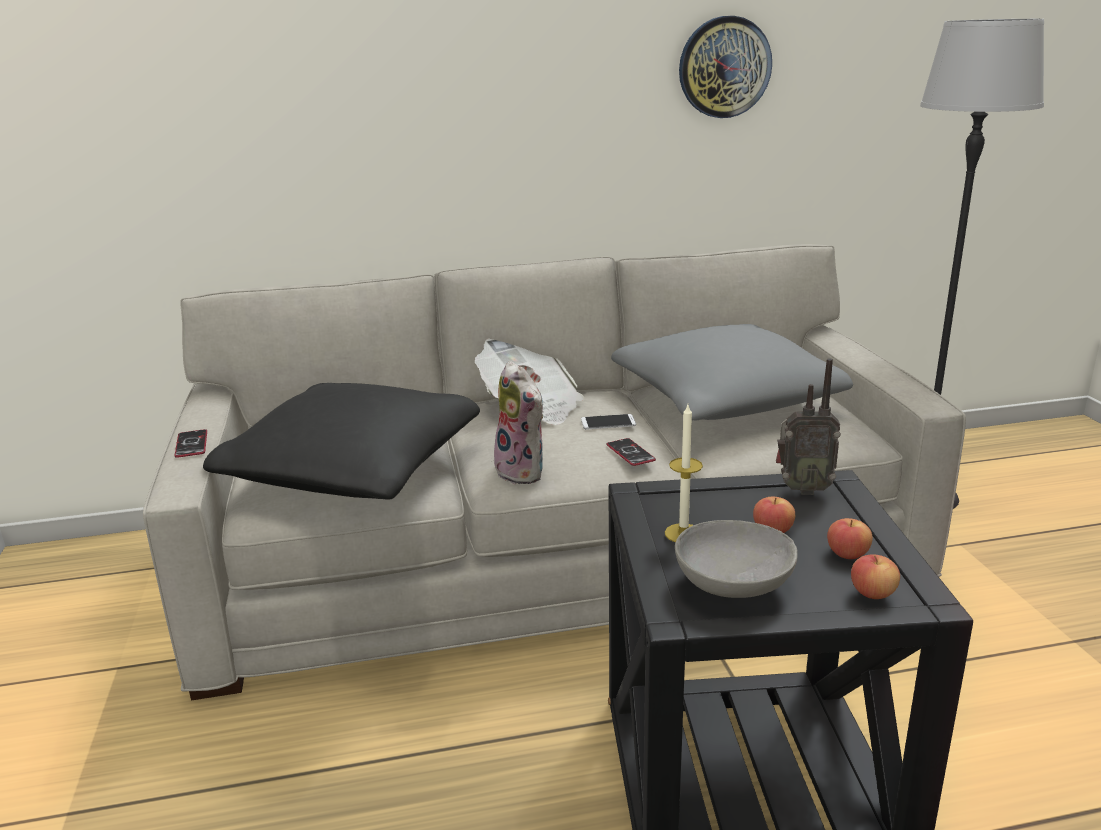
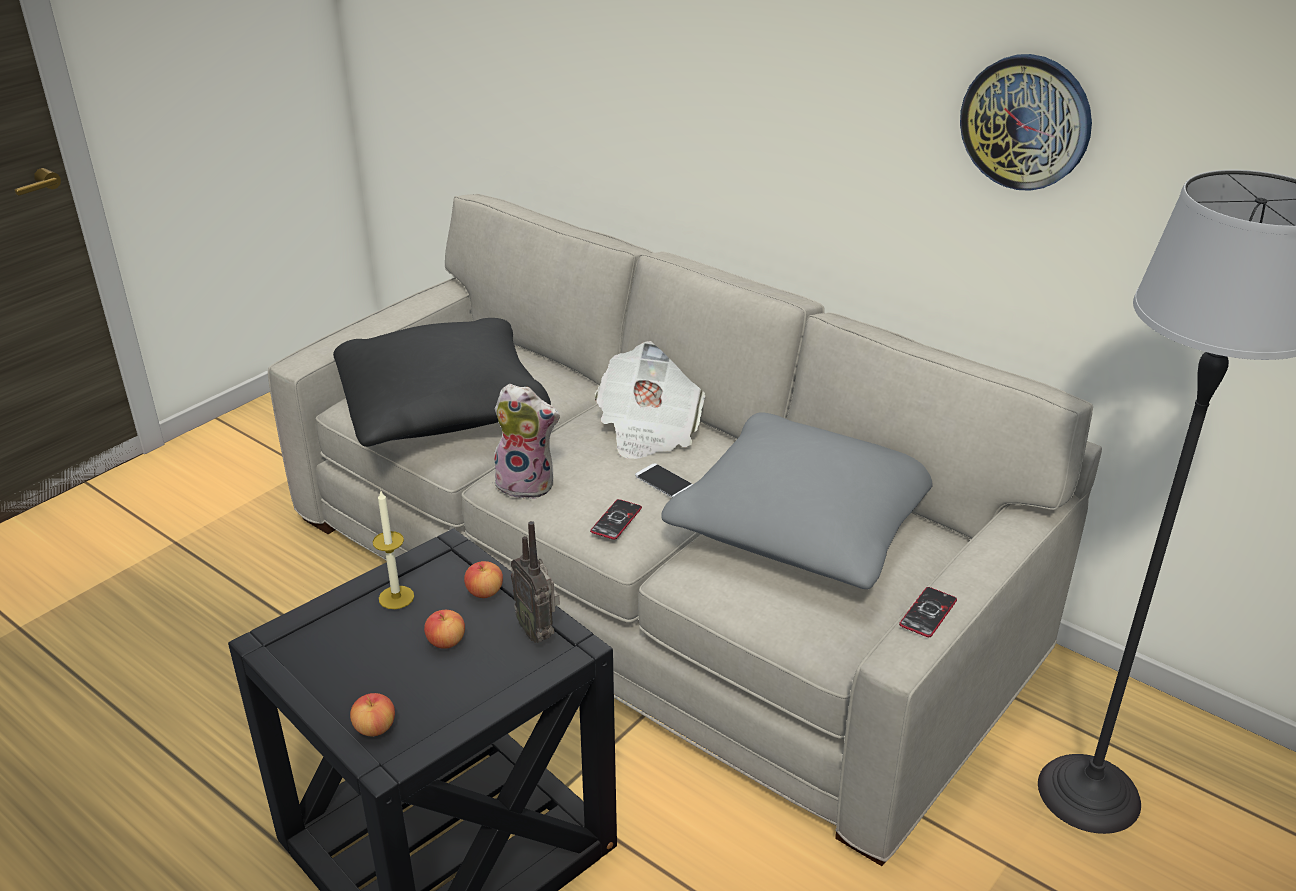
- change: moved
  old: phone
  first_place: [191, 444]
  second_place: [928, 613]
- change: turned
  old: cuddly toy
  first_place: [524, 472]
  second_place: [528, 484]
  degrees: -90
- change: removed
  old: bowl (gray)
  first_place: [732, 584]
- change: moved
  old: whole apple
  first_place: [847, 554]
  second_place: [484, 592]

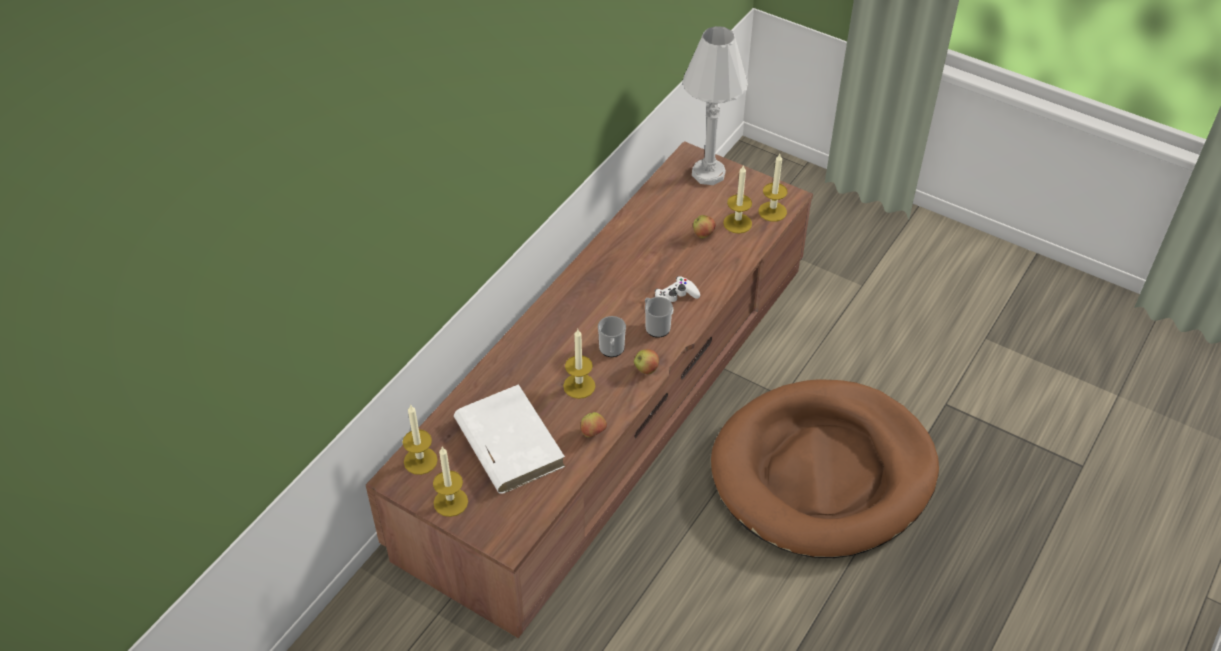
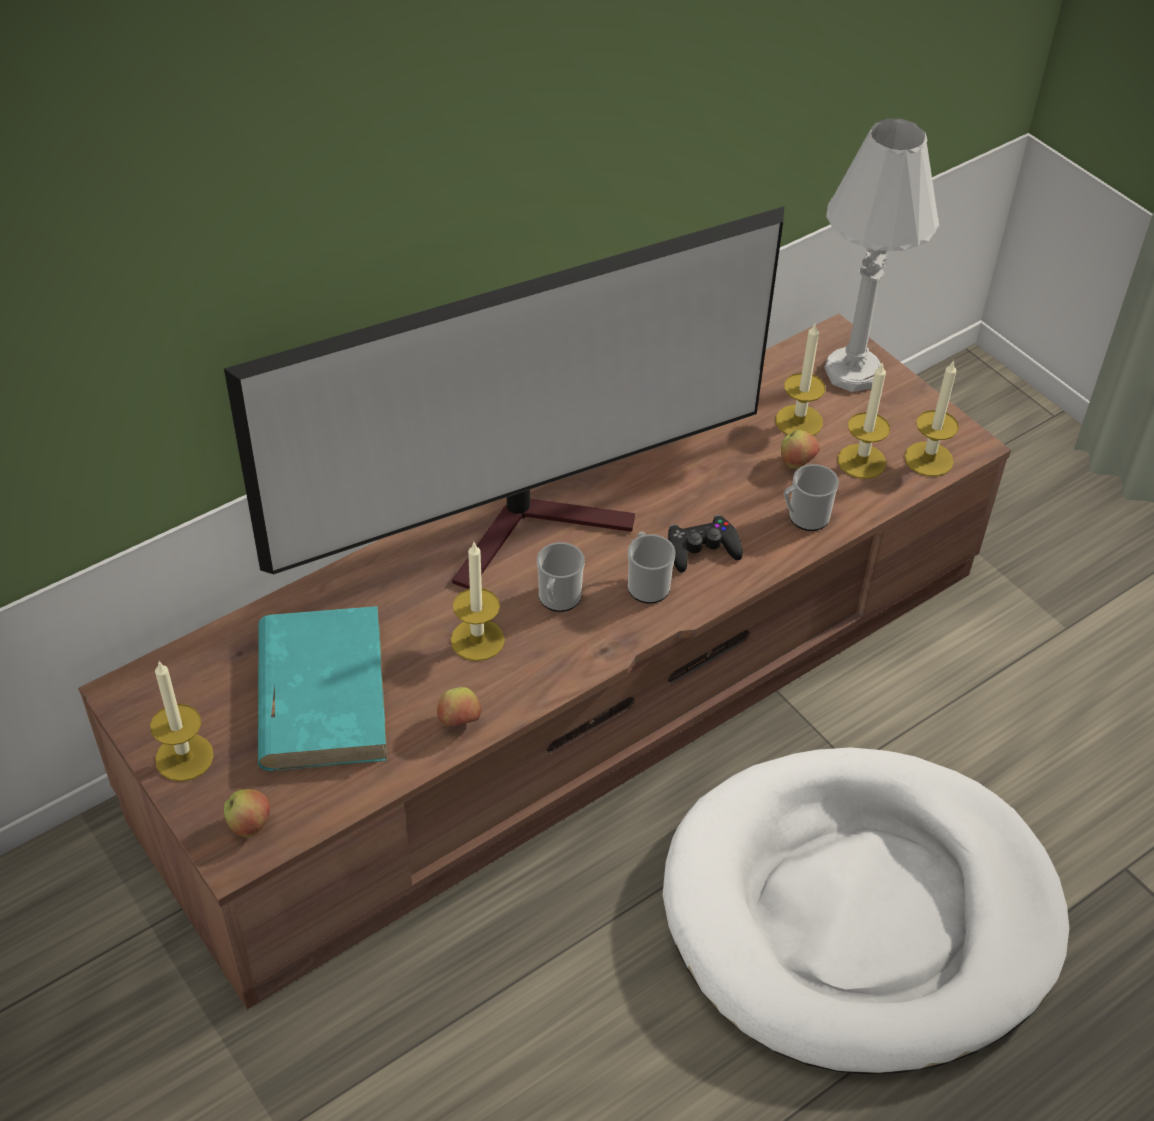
- change: moved
  old: wax light
  first_place: [420, 461]
  second_place: [799, 421]
- change: recoloured
  old: volume (whitish)
  new: volume (blue-green)
  first_place: [508, 442]
  second_place: [322, 693]
- change: moved
  old: whole apple
  first_place: [646, 369]
  second_place: [250, 825]
- change: recoloured
  old: joypad (whitish)
  new: joypad (black)
  first_place: [676, 298]
  second_place: [702, 549]
- change: recoloured
  old: dog bed (brown-coloured)
  new: dog bed (whitish)
  first_place: [823, 473]
  second_place: [860, 914]
- change: added
  new: TV
  second_place: [536, 527]
- change: added
  new: coffee mug
  second_place: [804, 517]

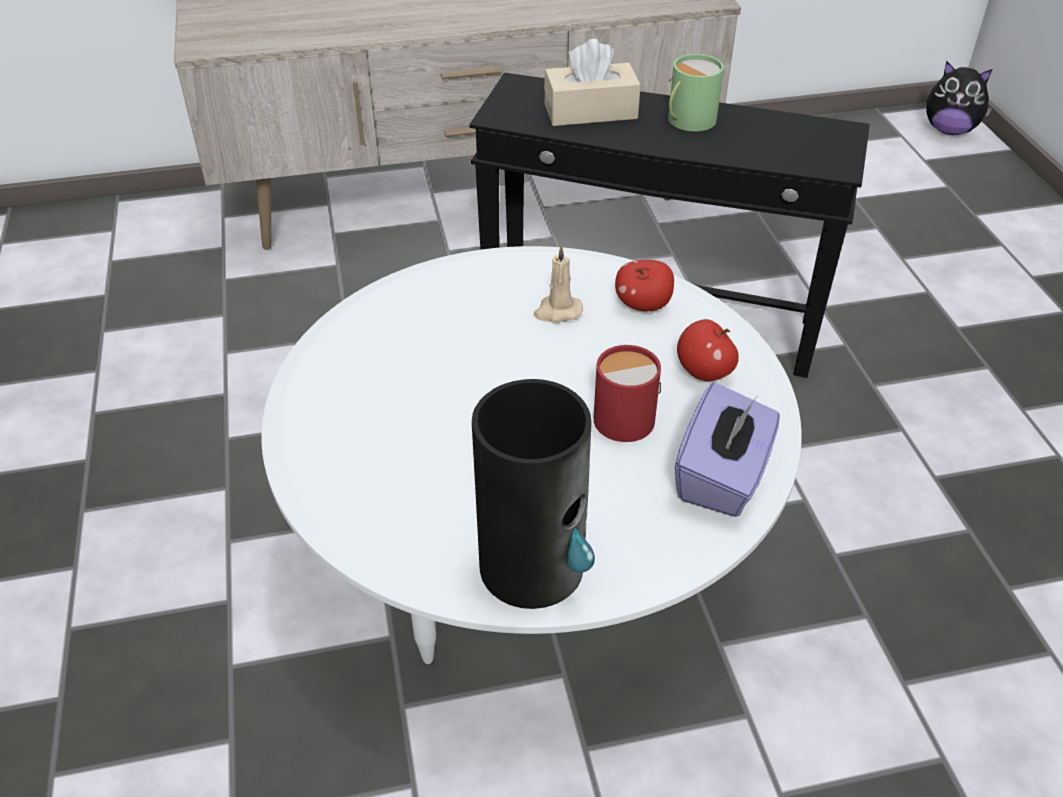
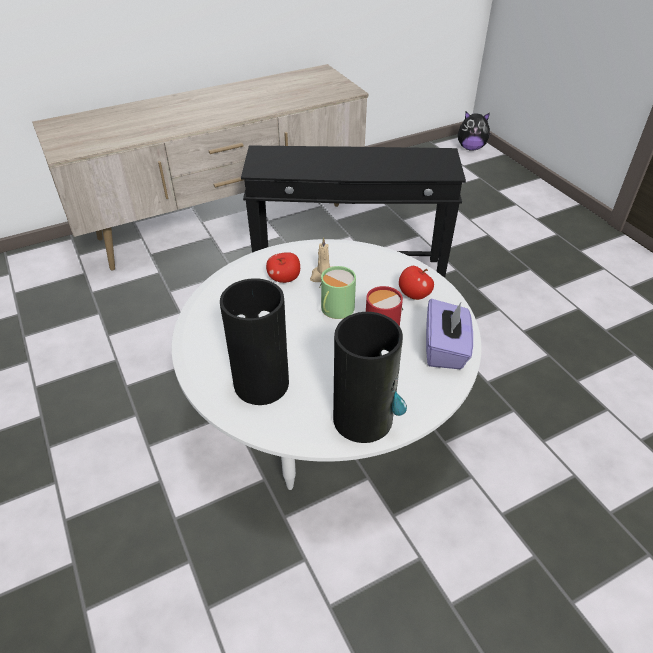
- change: removed
  old: tissue box (sand-coloured)
  first_place: [590, 111]
- change: moved
  old: whole apple
  first_place: [643, 305]
  second_place: [284, 278]
- change: moved
  old: coffee mug (green-coloured)
  first_place: [687, 120]
  second_place: [335, 309]
- change: added
  new: vase
  second_place: [261, 382]

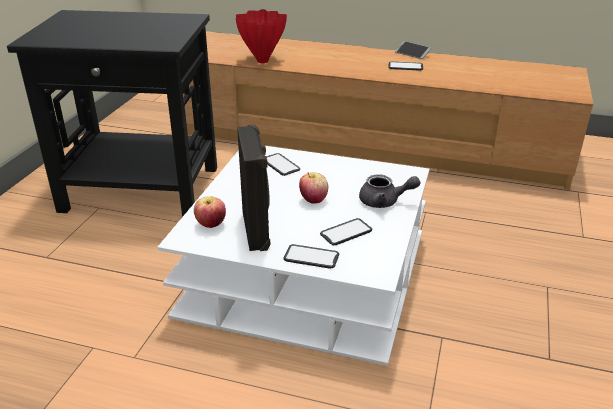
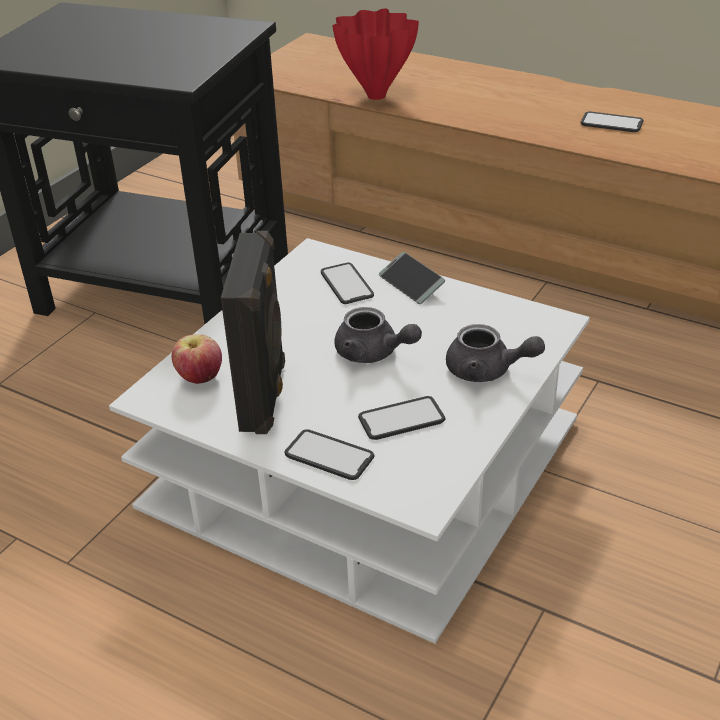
- change: replaced
  old: whole apple
  new: pot for tea (gray)
  first_place: [313, 200]
  second_place: [373, 353]
- change: moved
  old: phone
  first_place: [412, 54]
  second_place: [411, 284]

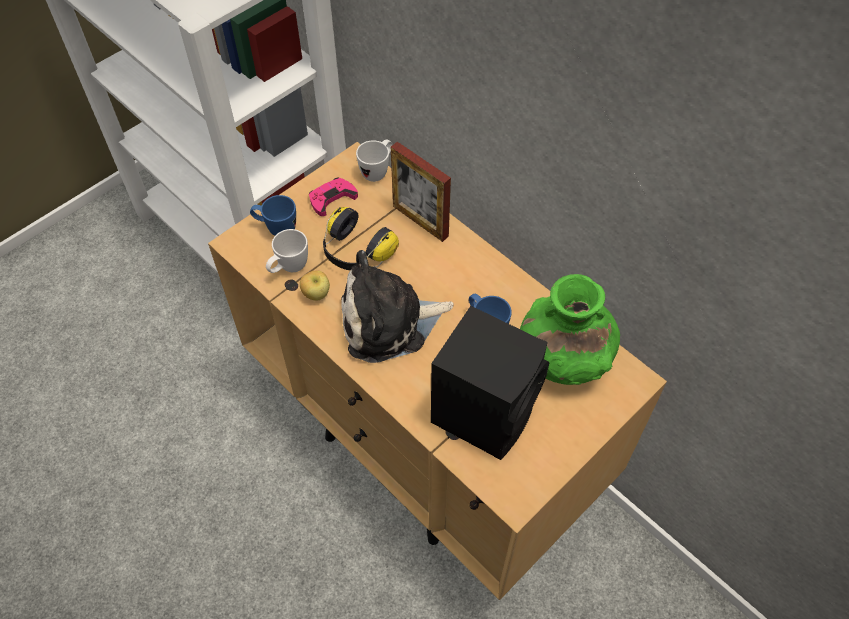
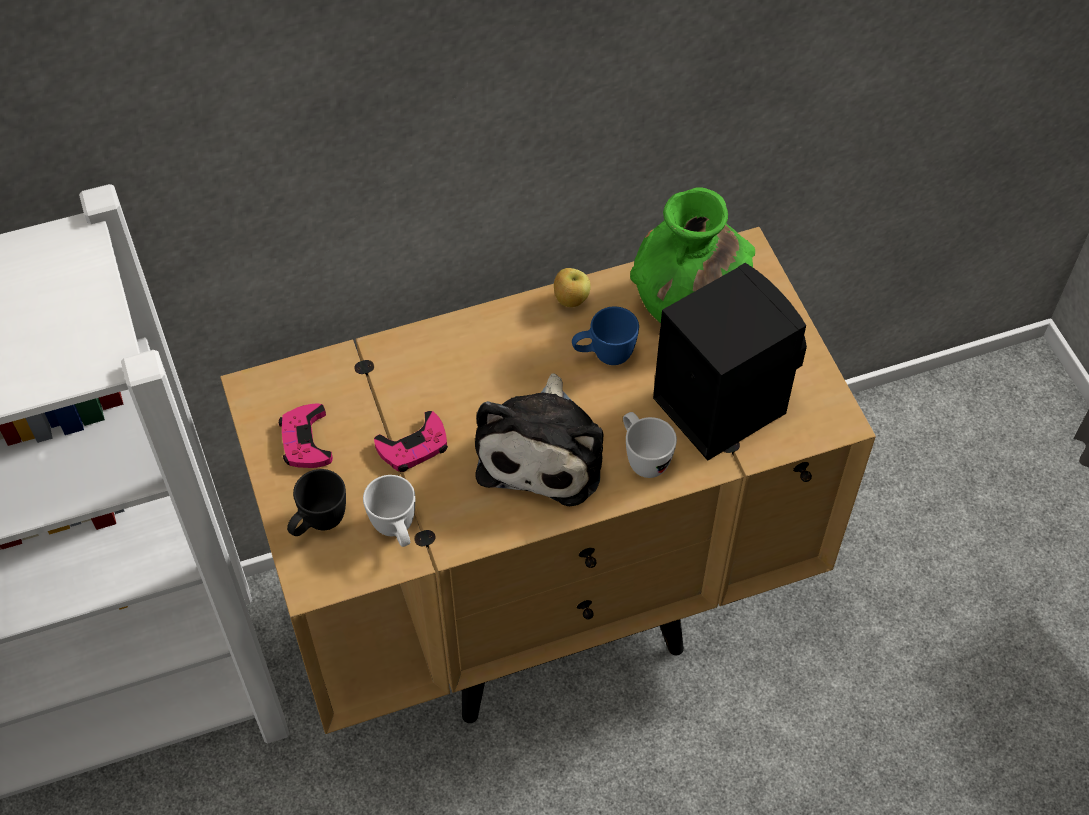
- change: recoloured
  old: coffee mug (blue-coloured)
  new: coffee mug (black)
  first_place: [276, 229]
  second_place: [318, 524]
- change: moved
  old: whole apple
  first_place: [316, 294]
  second_place: [570, 300]
- change: replaced
  old: headset
  new: joypad (pink-coloured)
  first_place: [355, 252]
  second_place: [414, 446]
- change: moved
  old: coffee mug (whitish)
  first_place: [377, 171]
  second_place: [643, 458]
- change: removed
  old: photo frame
  first_place: [420, 221]

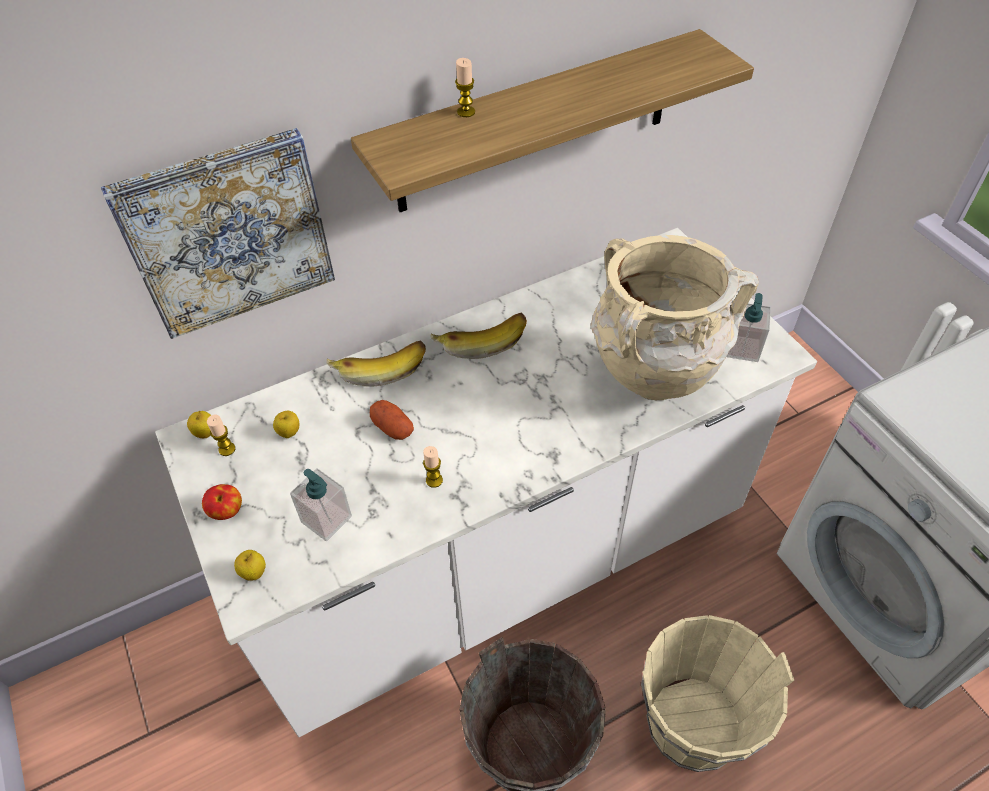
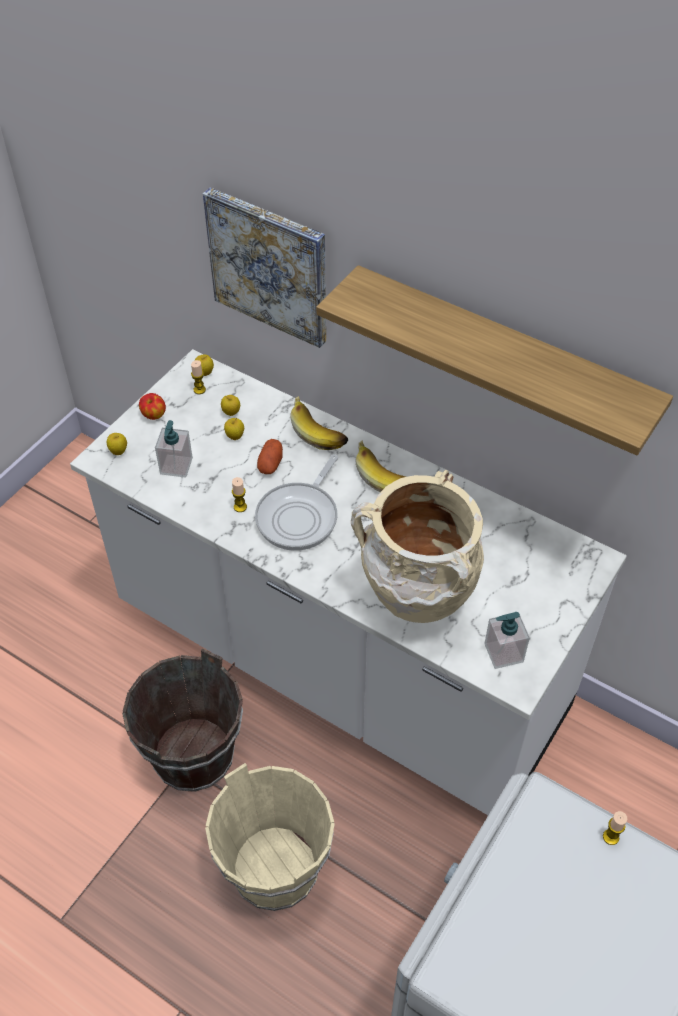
- change: moved
  old: wax light
  first_place: [466, 112]
  second_place: [610, 837]
- change: added
  new: whole apple
  second_place: [235, 436]
- change: added
  new: pan
  second_place: [300, 516]

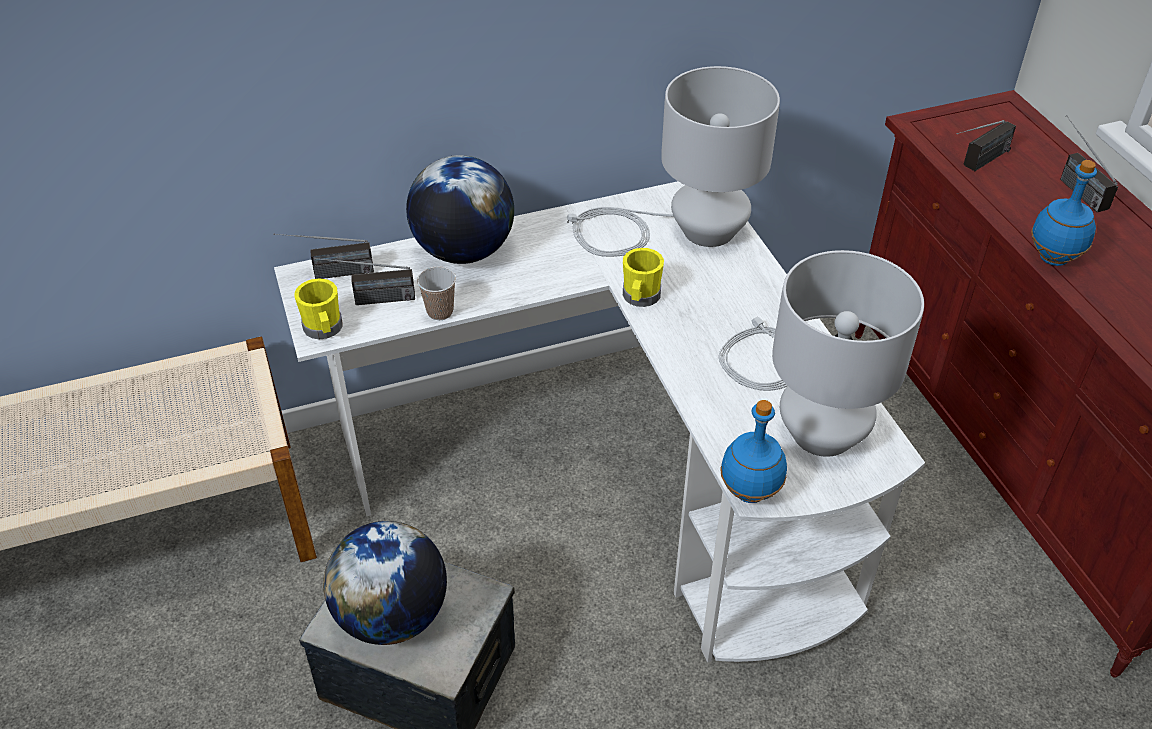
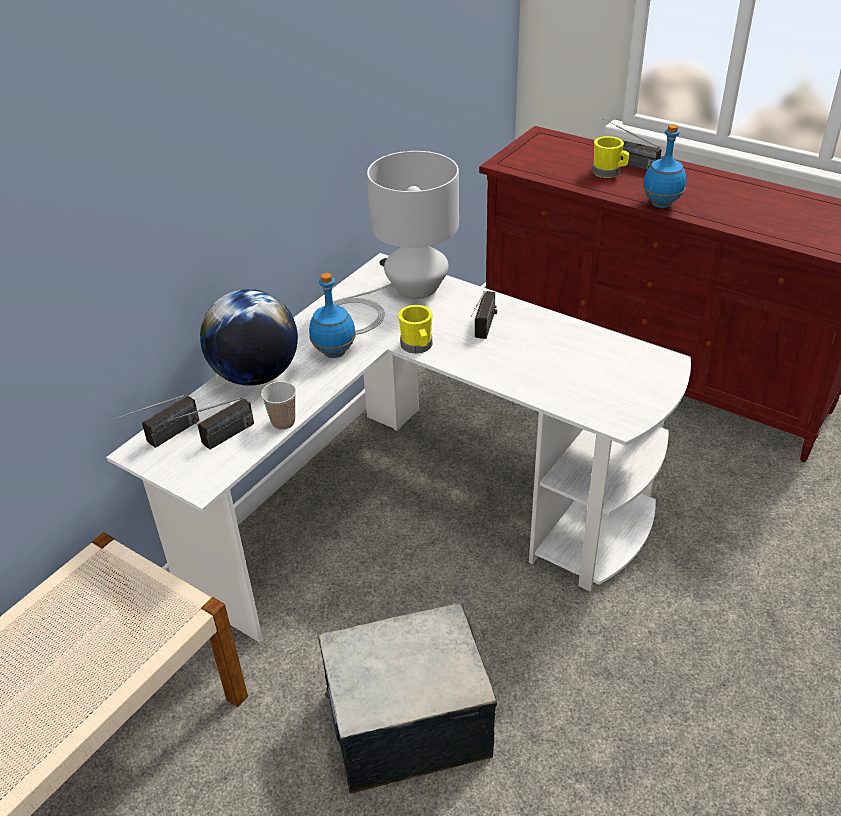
- change: moved
  old: coffee mug (yellowish)
  first_place: [324, 329]
  second_place: [609, 173]
- change: removed
  old: globe
  first_place: [392, 616]
- change: removed
  old: lamp for a table (gray)
  first_place: [798, 403]
- change: moved
  old: bottle (blue-coloured)
  first_place: [749, 491]
  second_place: [334, 352]
- change: moved
  old: radio receiver
  first_place: [978, 164]
  second_place: [484, 332]

